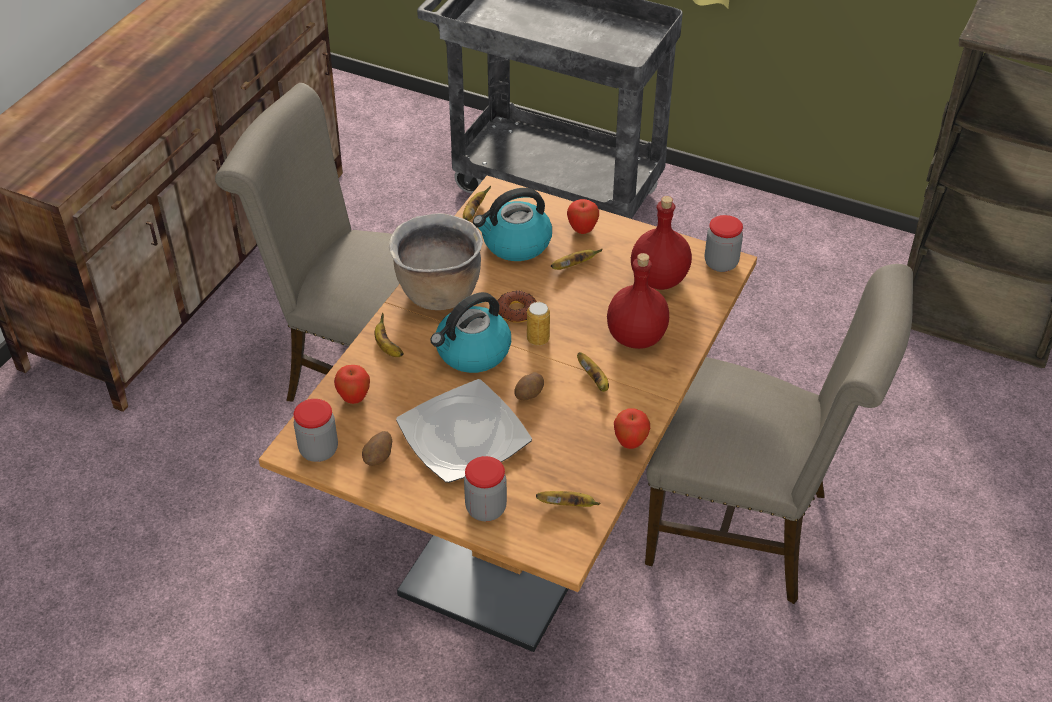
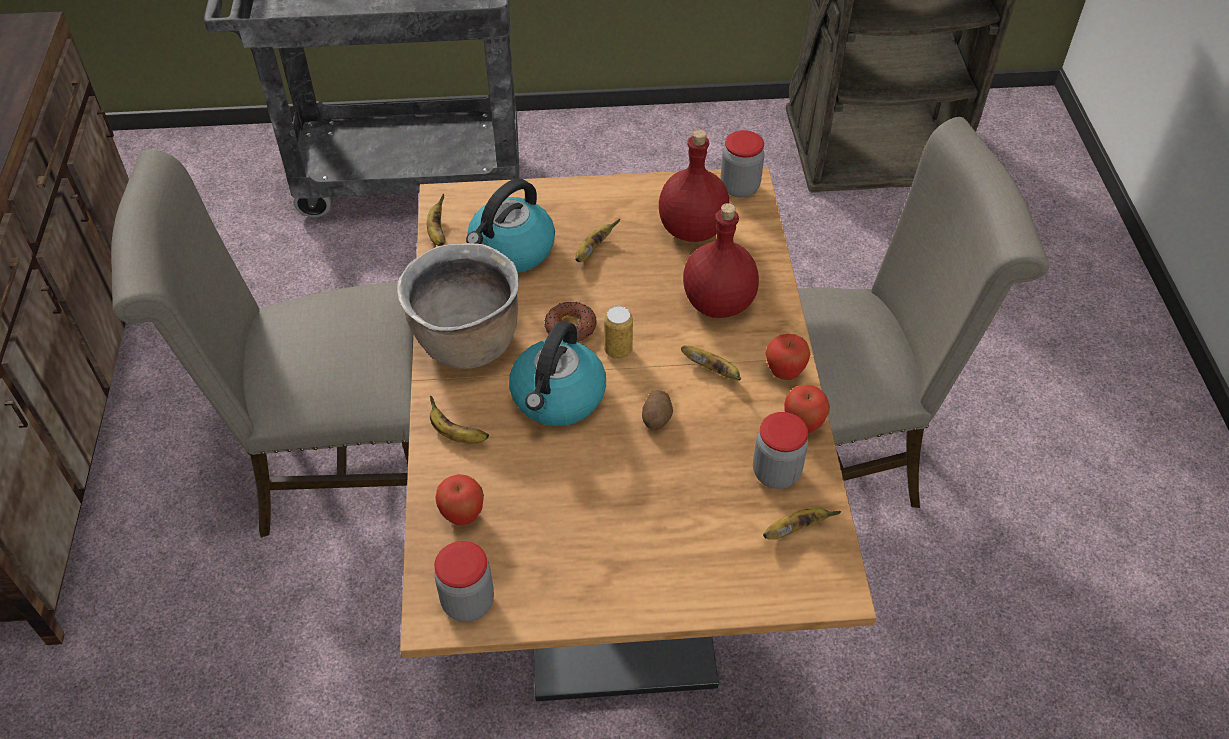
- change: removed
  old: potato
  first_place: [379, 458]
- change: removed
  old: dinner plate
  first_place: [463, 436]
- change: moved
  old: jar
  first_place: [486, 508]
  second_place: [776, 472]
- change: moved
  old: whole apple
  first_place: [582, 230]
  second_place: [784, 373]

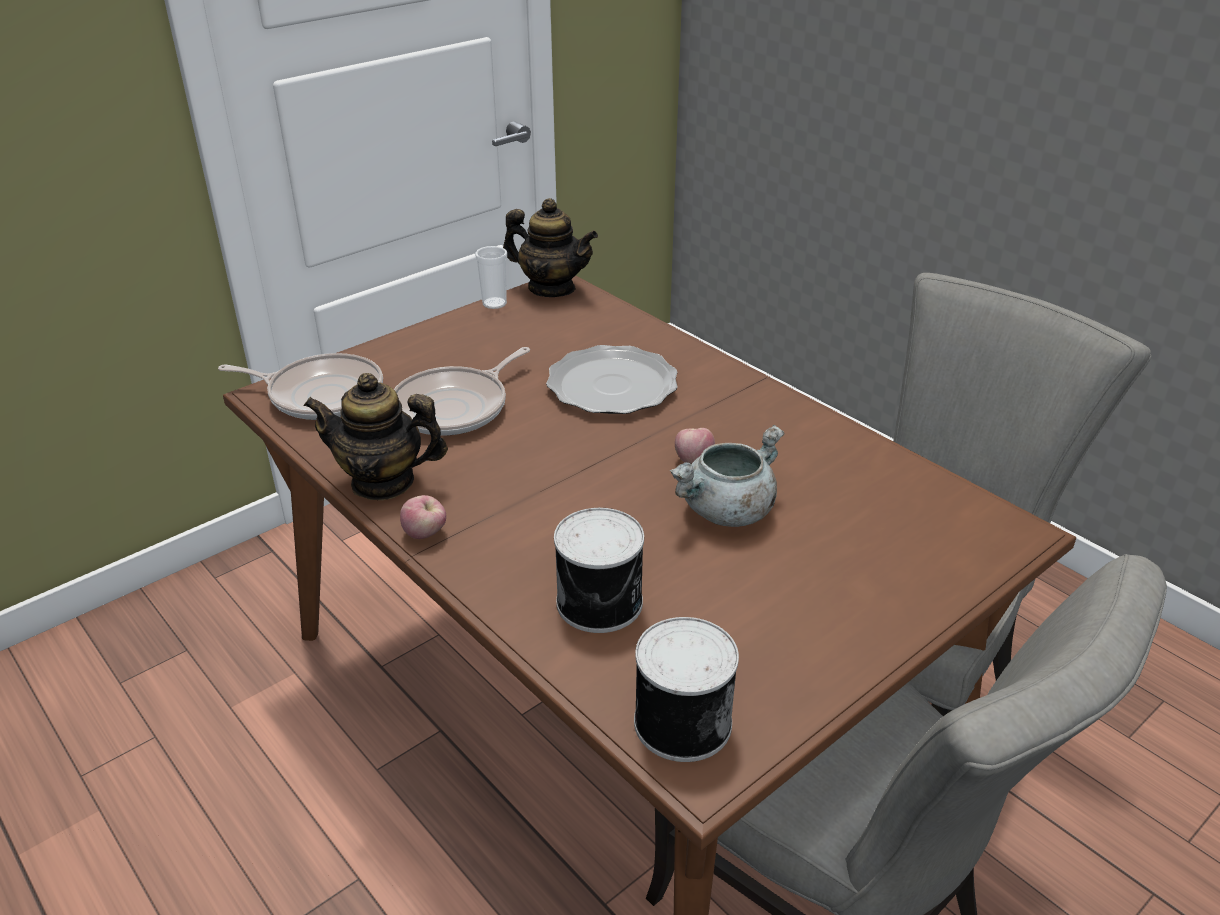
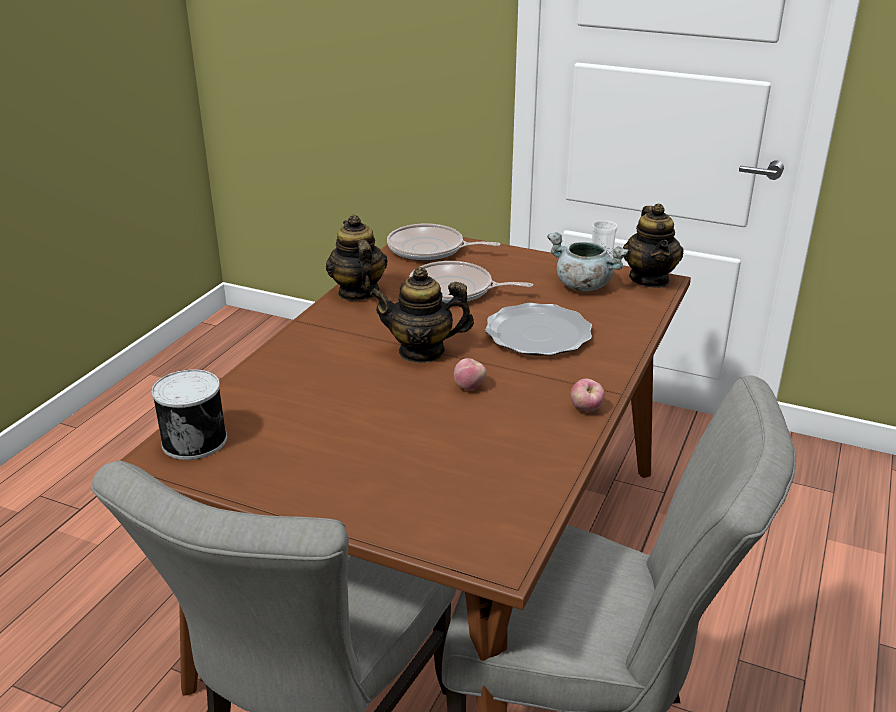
- change: turned
  old: pan
  first_place: [321, 394]
  second_place: [430, 249]
  degrees: 120
- change: moved
  old: whole apple
  first_place: [425, 534]
  second_place: [586, 409]
- change: removed
  old: sealed can
  first_place: [602, 602]
- change: moved
  old: stockpot (gray)
  first_place: [727, 512]
  second_place: [582, 285]
- change: added
  new: pot for tea
  second_place: [422, 351]

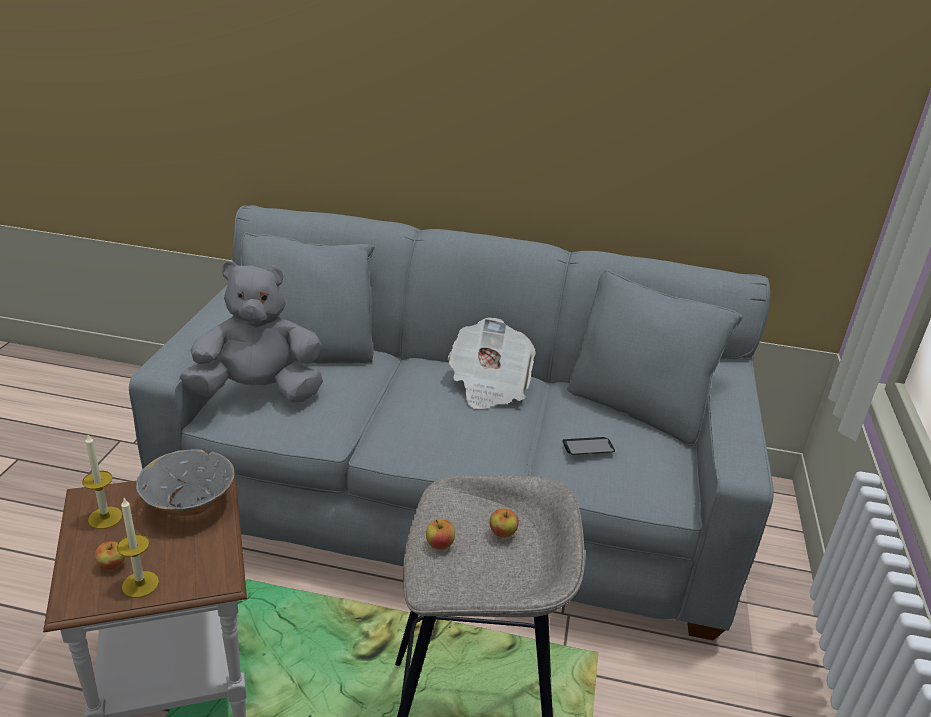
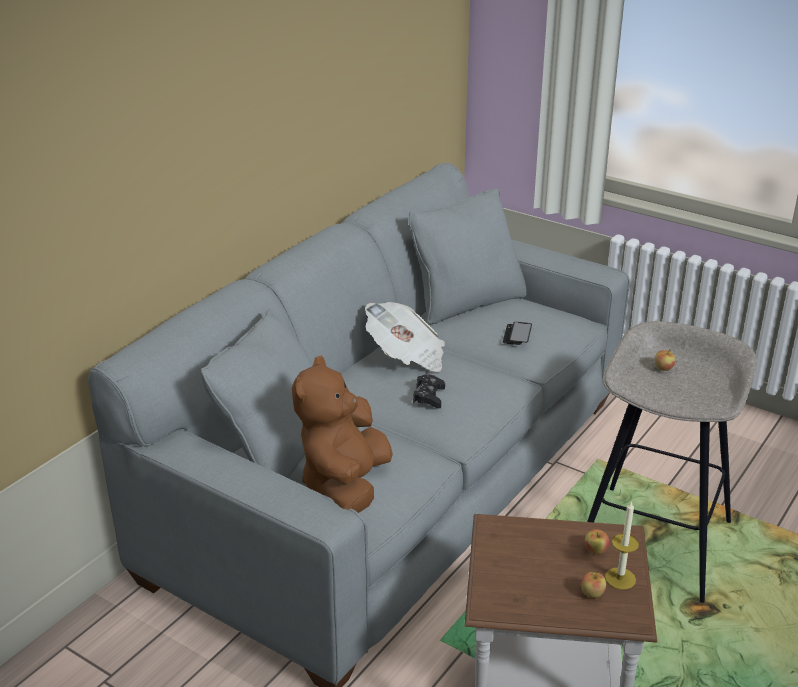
- change: removed
  old: wax light
  first_place: [105, 517]
- change: removed
  old: bowl (gray)
  first_place: [190, 504]
- change: recoloured
  old: cuddly toy (gray)
  new: cuddly toy (brown-coloured)
  first_place: [258, 392]
  second_place: [345, 487]
- change: moved
  old: whole apple
  first_place: [439, 545]
  second_place: [595, 550]
- change: added
  new: joypad (black)
  second_place: [429, 396]

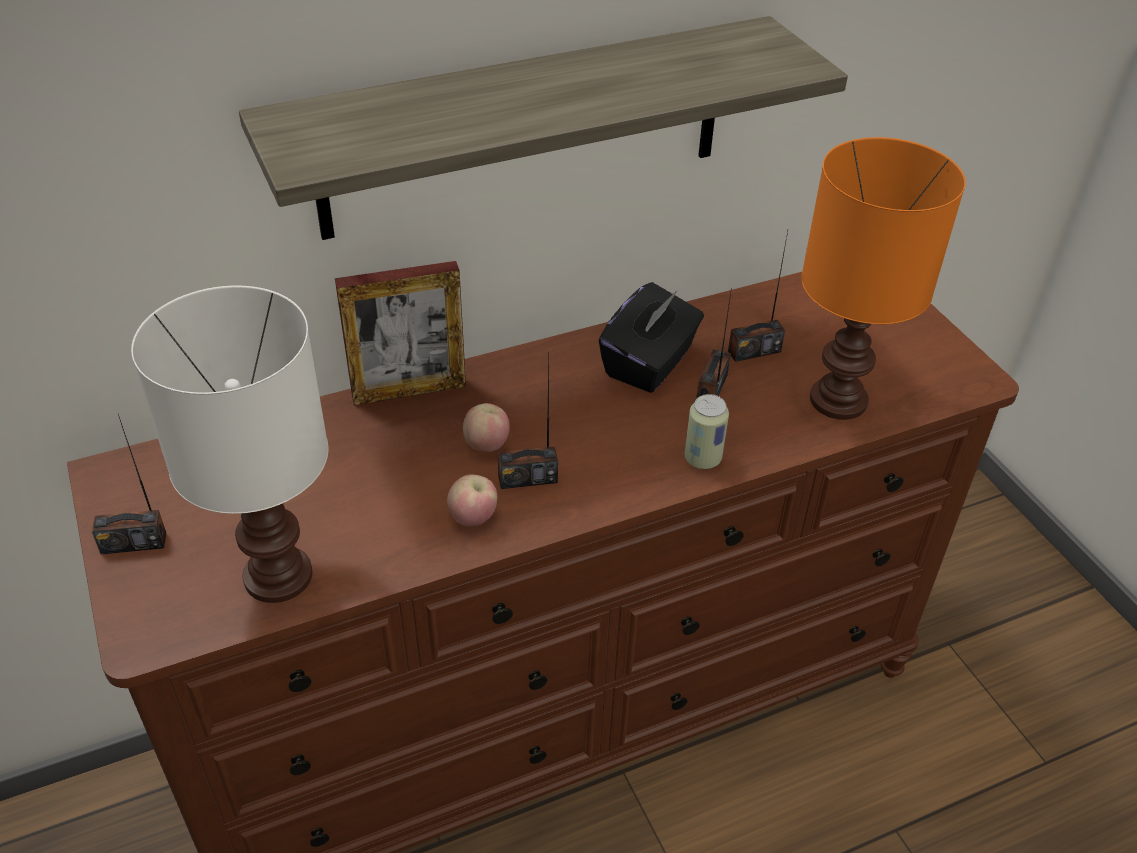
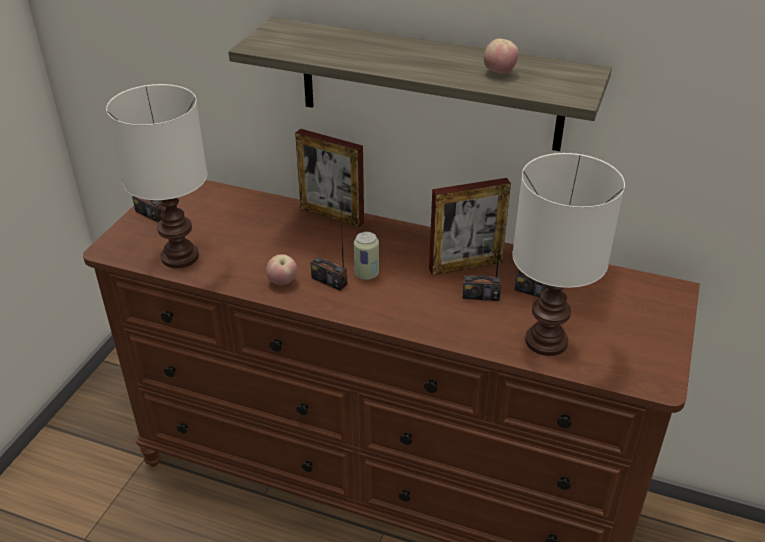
- change: moved
  old: whole apple
  first_place: [487, 445]
  second_place: [499, 73]
- change: replaced
  old: tissue box (black)
  new: photo frame
  first_place: [650, 363]
  second_place: [465, 266]
- change: moved
  old: sealed can
  first_place: [702, 458]
  second_place: [366, 274]
- change: turned
  old: radio receiver
  first_place: [712, 389]
  second_place: [480, 295]
  degrees: -150
- change: recoloured
  old: lamp for a table (orange-coloured)
  new: lamp for a table (whitish)
  first_place: [840, 400]
  second_place: [547, 342]

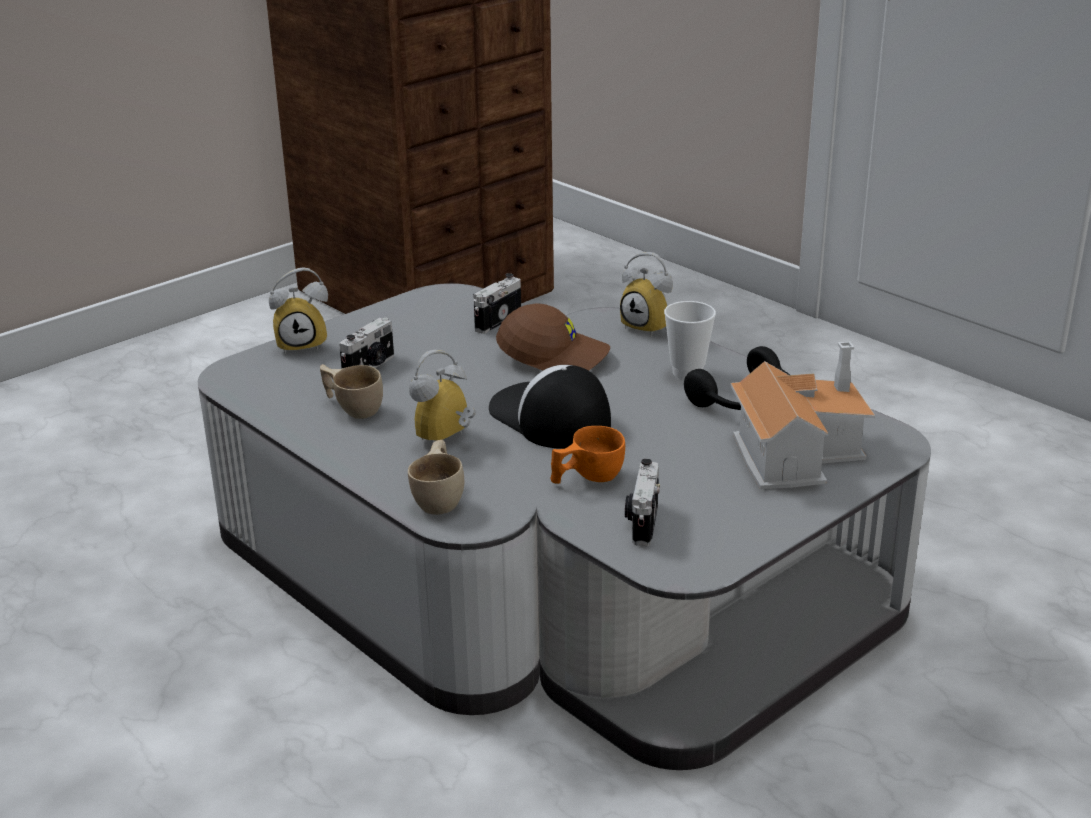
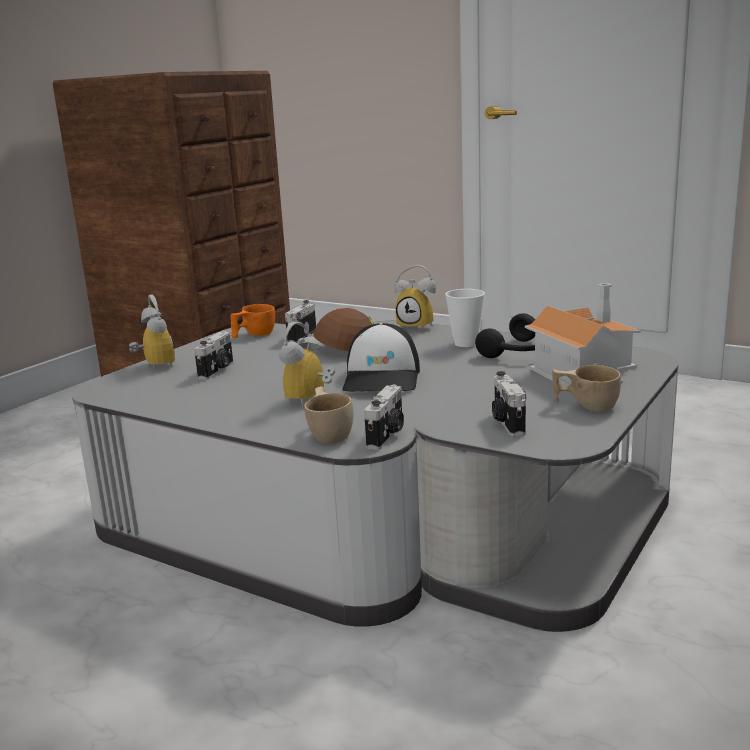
- change: turned
  old: alarm clock
  first_place: [303, 344]
  second_place: [153, 366]
  degrees: -90
- change: moved
  old: drinking cup (sand-coloured)
  first_place: [352, 408]
  second_place: [585, 406]
- change: turned
  old: cap
  first_place: [549, 417]
  second_place: [382, 378]
  degrees: -120
- change: moved
  old: drinking cup (orange-coloured)
  first_place: [586, 477]
  second_place: [253, 335]
- change: added
  new: still camera
  second_place: [387, 436]

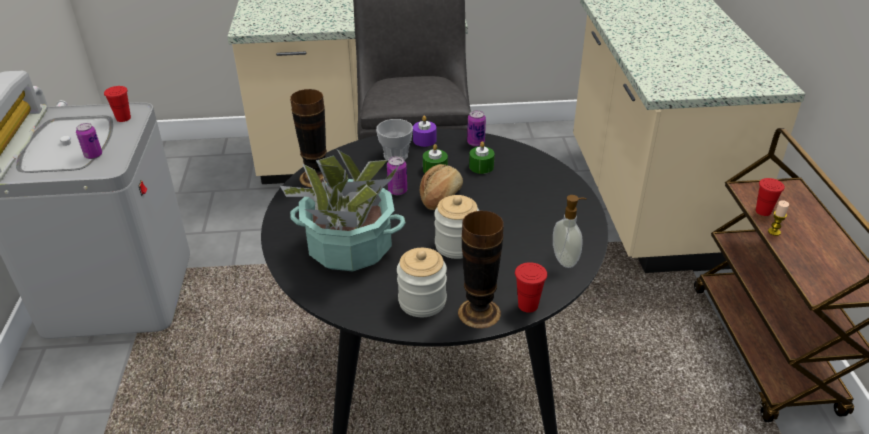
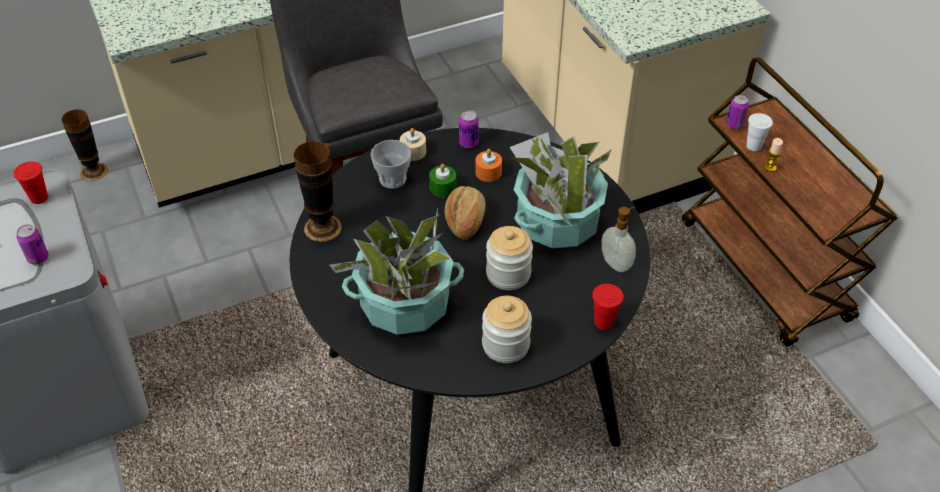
- change: moved
  old: sealed can
  first_place: [397, 191]
  second_place: [734, 125]
- change: recoloured
  old: wax light (purple-coloured)
  new: wax light (sand-coloured)
  first_place: [424, 140]
  second_place: [413, 152]
- change: moved
  old: vase
  first_place: [479, 312]
  second_place: [94, 171]
- change: recoloured
  old: wax light (green-coloured)
  new: wax light (orange-coloured)
  first_place: [481, 166]
  second_place: [488, 172]
- change: recoloured
  old: drinking cup (red-coloured)
  new: drinking cup (whitish)
  first_place: [763, 211]
  second_place: [753, 146]
- change: added
  new: plant in a pot
  second_place: [557, 223]

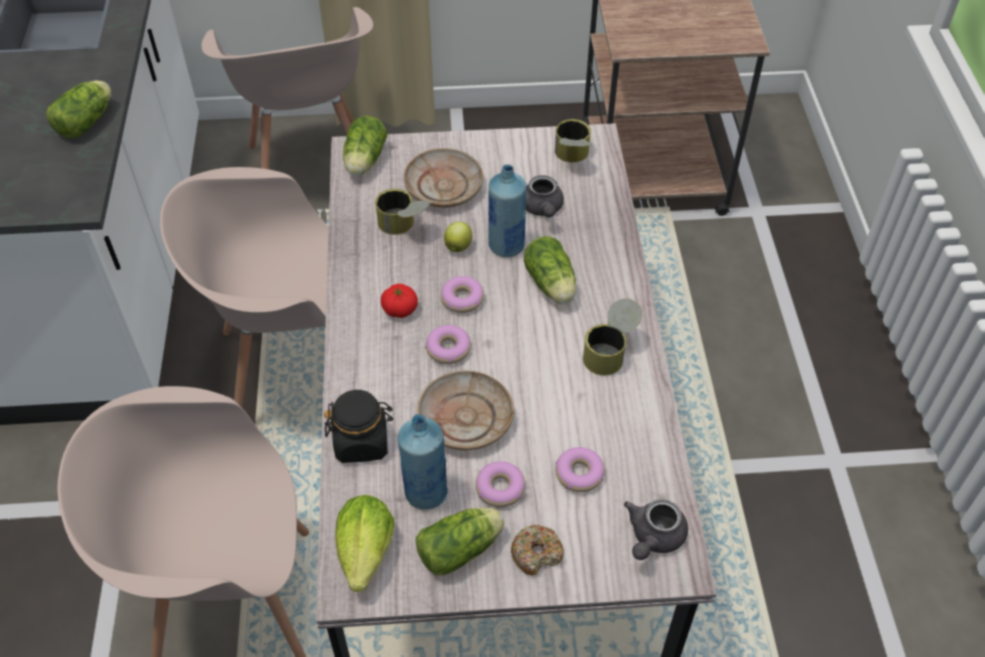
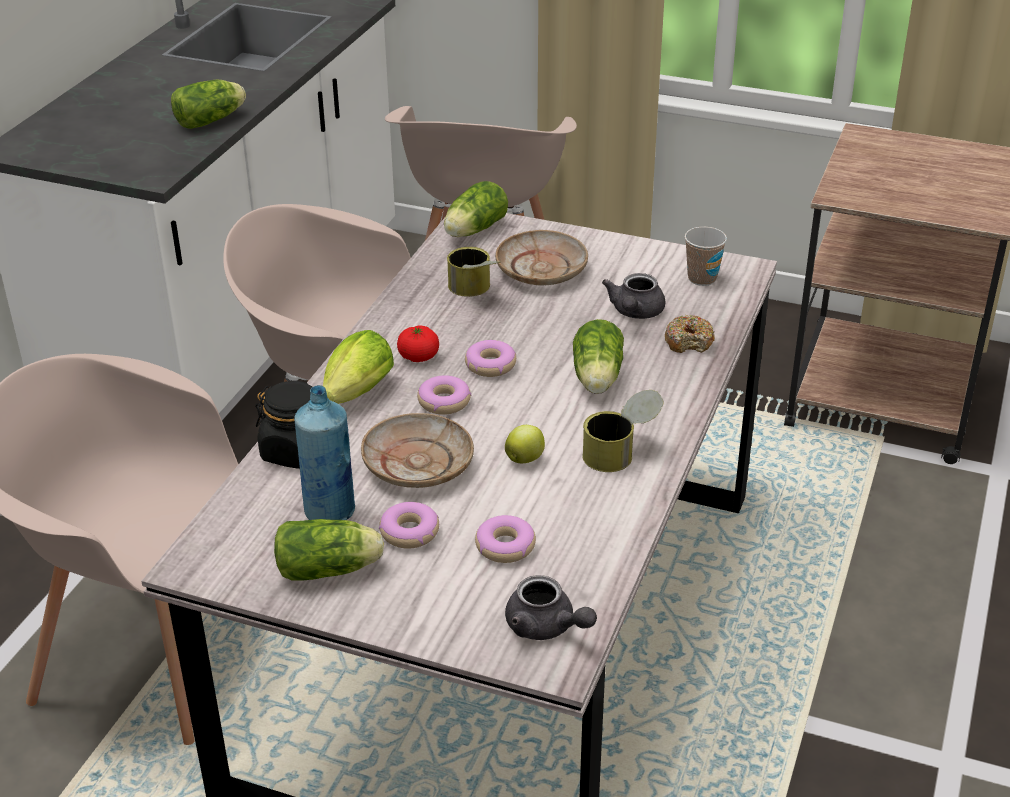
- change: moved
  old: head of lettuce
  first_place: [365, 558]
  second_place: [355, 396]
- change: moved
  old: whole apple
  first_place: [458, 246]
  second_place: [525, 459]
- change: removed
  old: bottle (blue-coloured)
  first_place: [506, 246]
- change: moved
  old: ring doughnut
  first_place: [536, 553]
  second_place: [689, 342]
- change: replaced
  old: sealed can
  new: drinking cup
  first_place: [571, 158]
  second_place: [702, 278]
- change: turned
  old: pot for tea (gray)
  first_place: [653, 537]
  second_place: [546, 627]
  degrees: -105

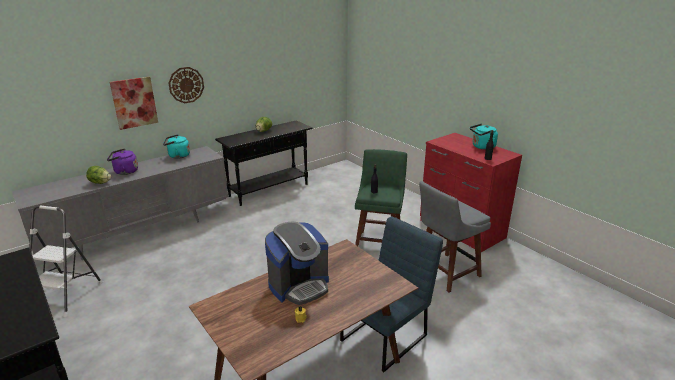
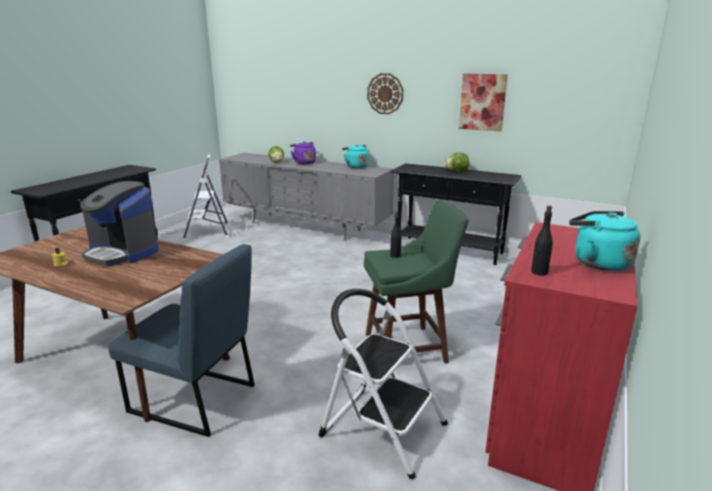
- change: moved
  old: wall art
  first_place: [134, 102]
  second_place: [482, 102]
- change: replaced
  old: stool (gray)
  new: step stool
  first_place: [445, 273]
  second_place: [380, 428]

